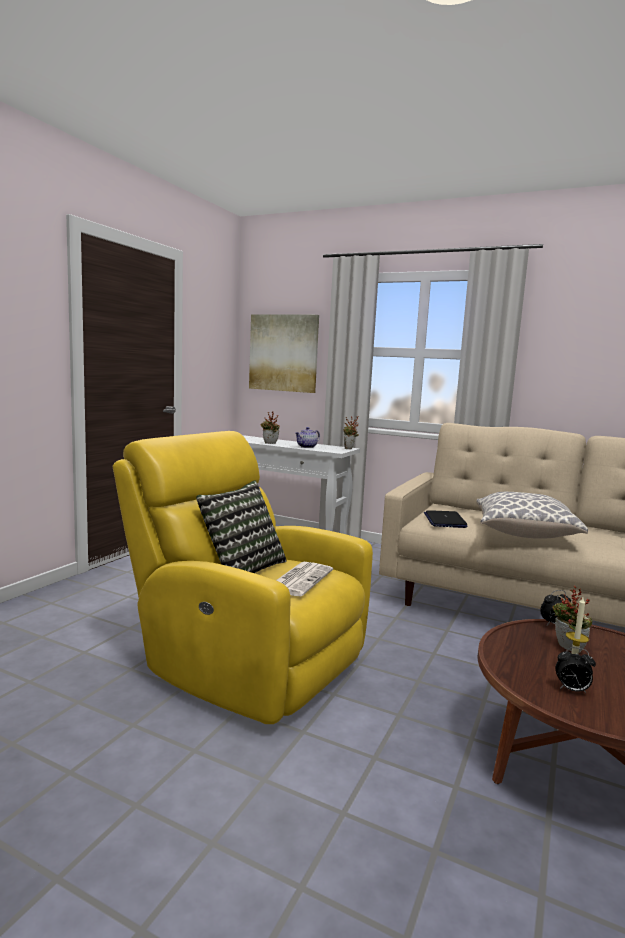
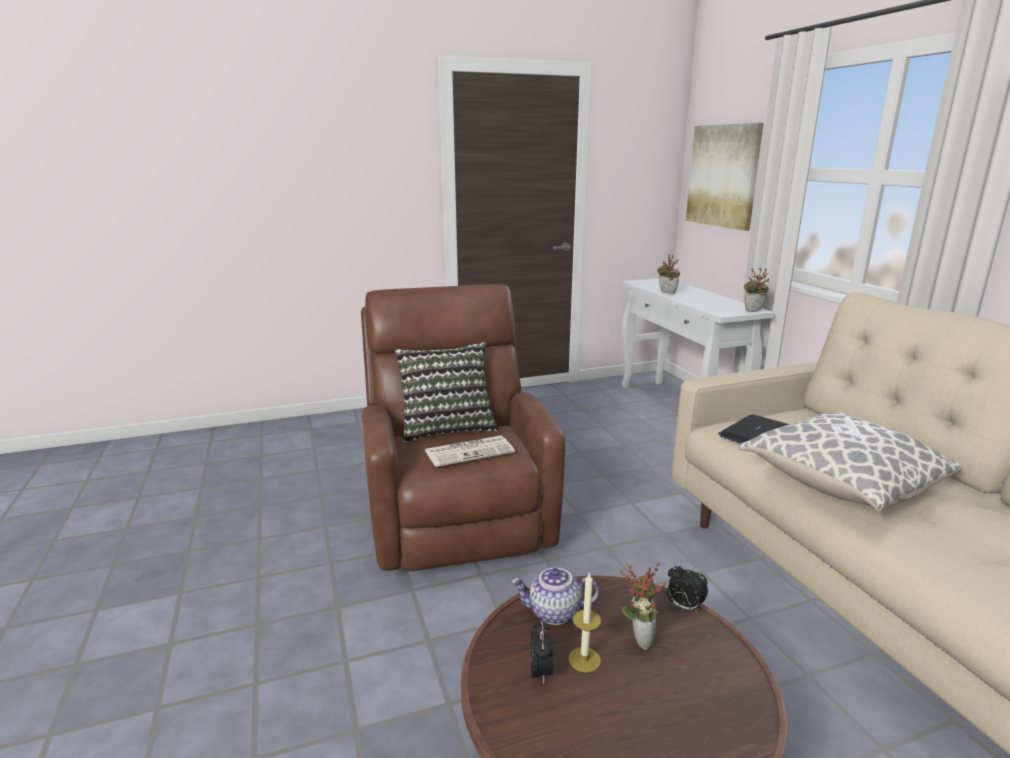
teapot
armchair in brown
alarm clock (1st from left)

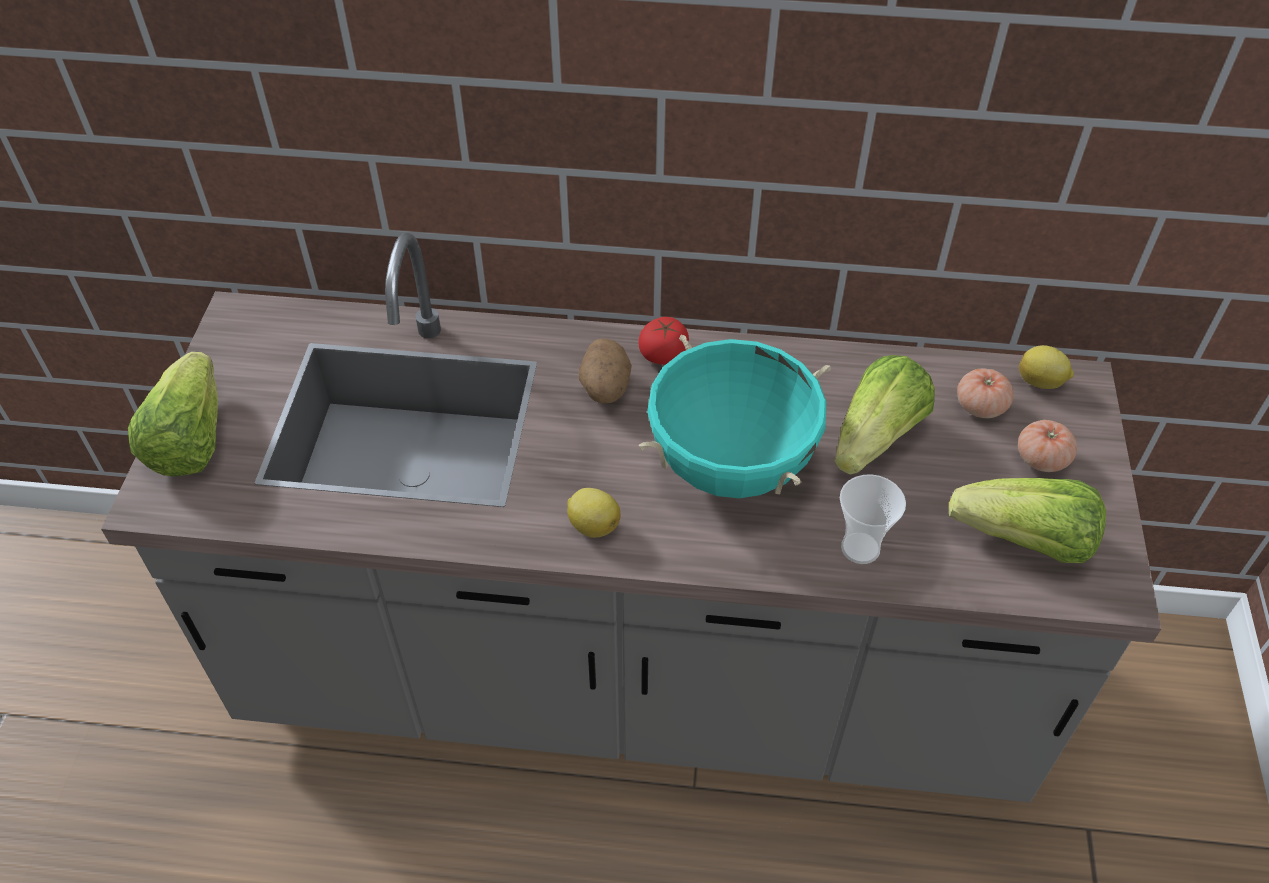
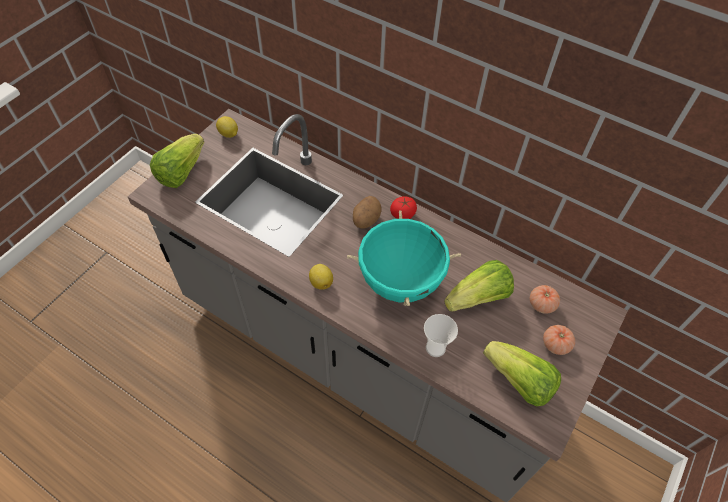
lemon (1st from left)

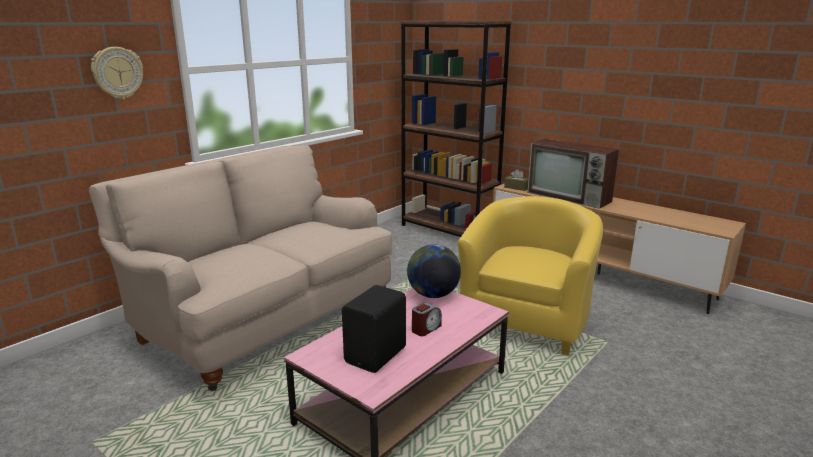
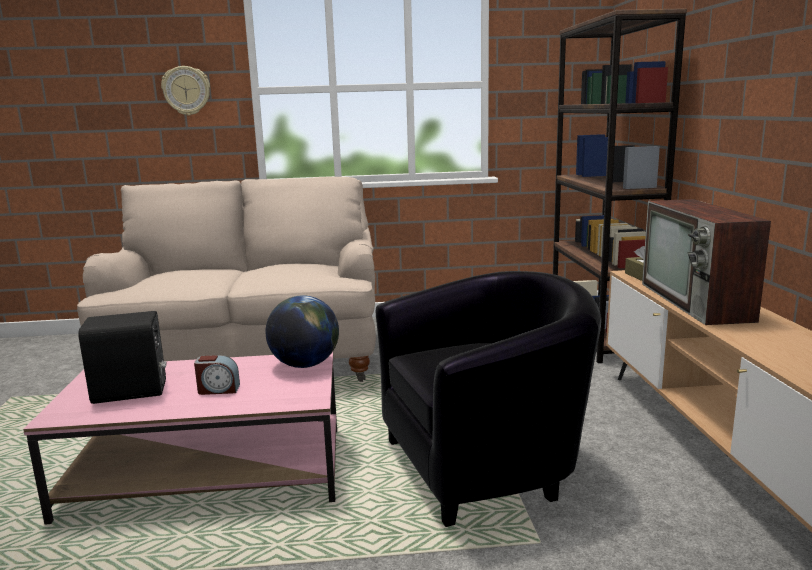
armchair in black

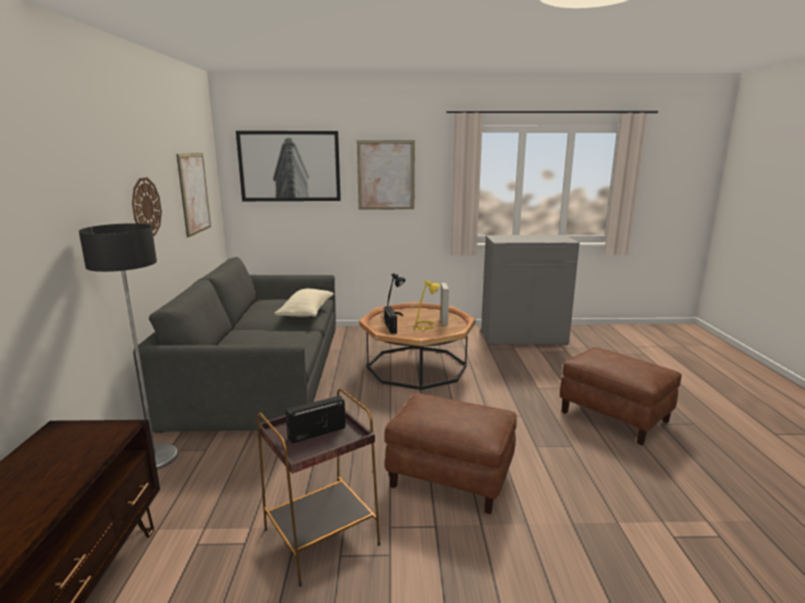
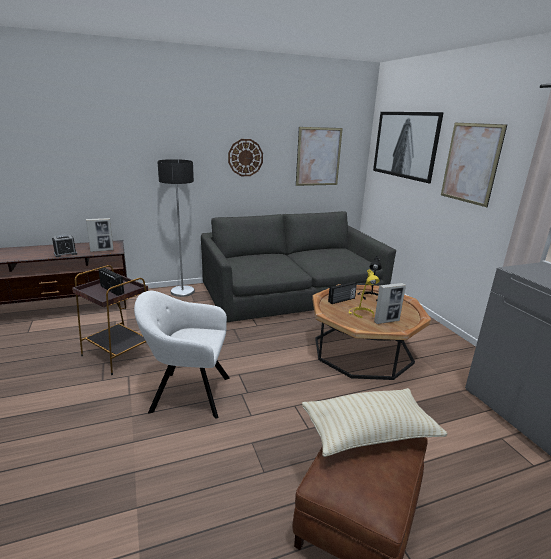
alarm clock
picture frame (1st from left)
pillow in beige
armchair in white

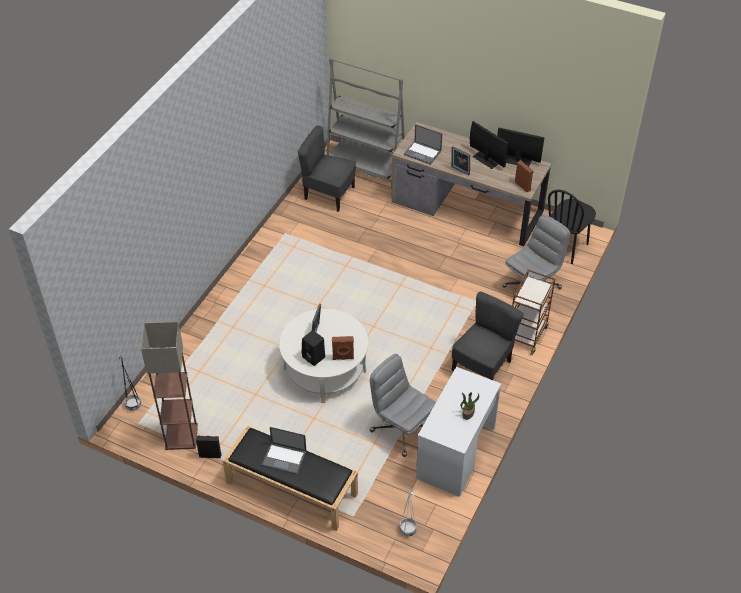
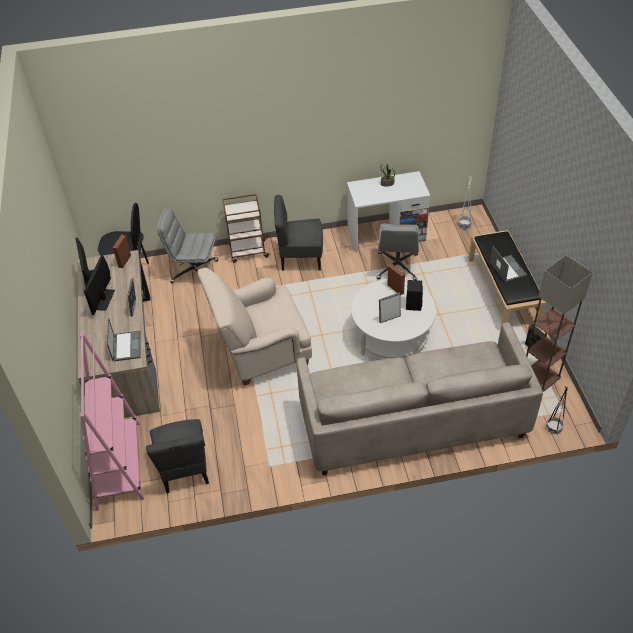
armchair in beige
sofa in beige
bookcase in pink

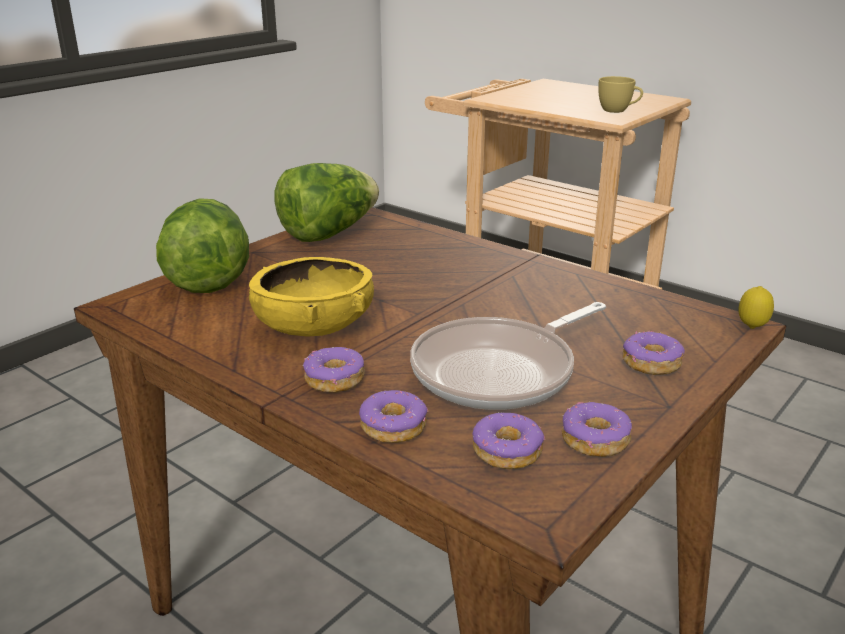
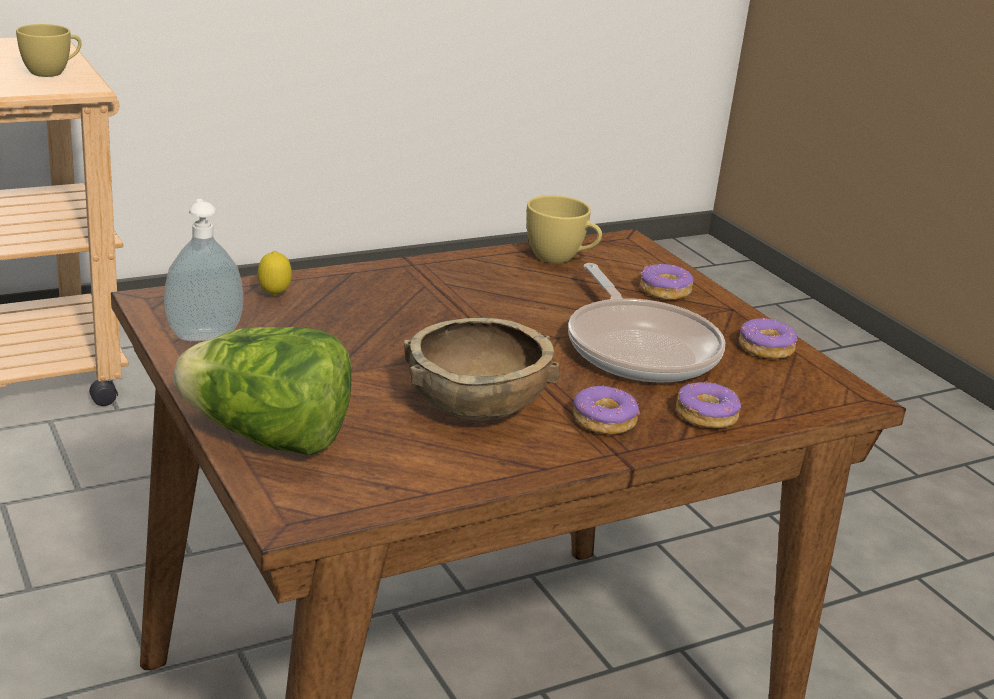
donut (3rd from left in the first image)
cup in yellow (2nd from left)
lemon
soap dispenser
bowl in brown

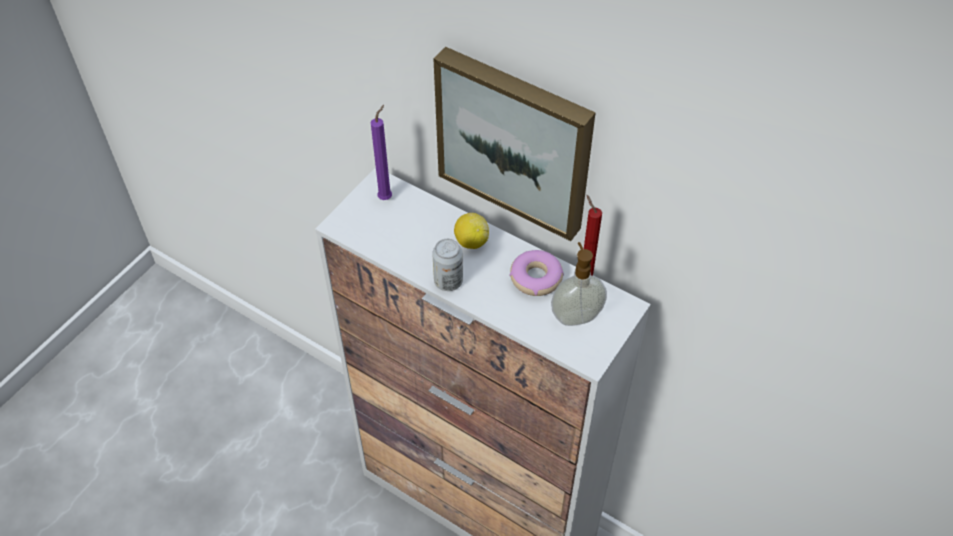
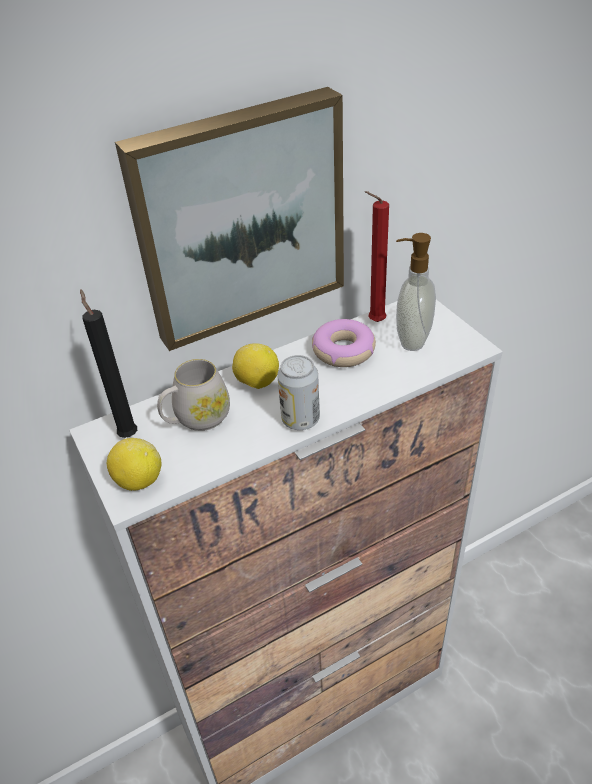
lemon (1st from left)
mug in white
candle in black

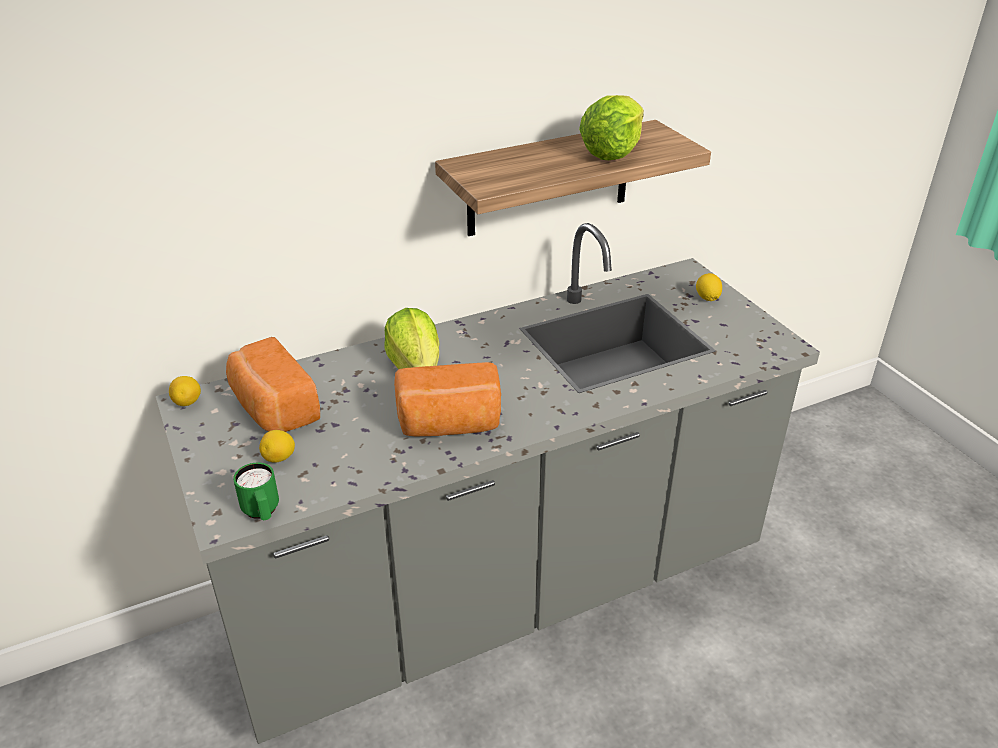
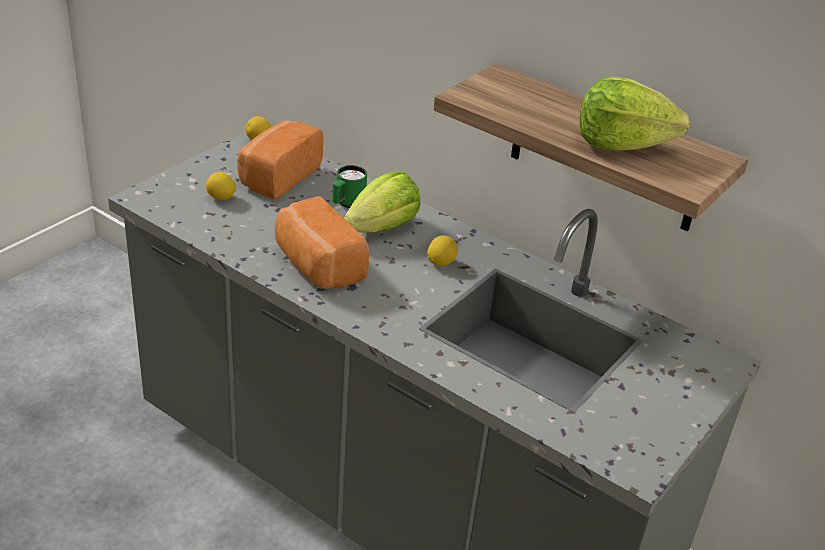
mug in green
lemon (3rd from left)

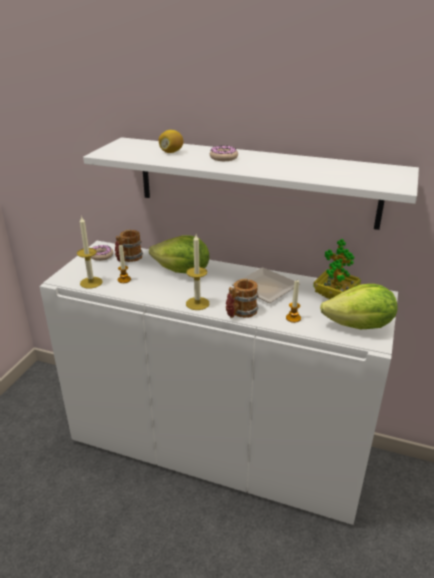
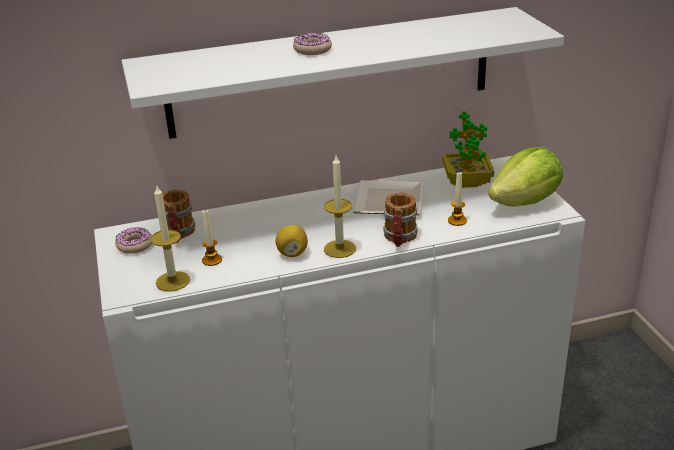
lettuce (1st from left in the first image)
lemon

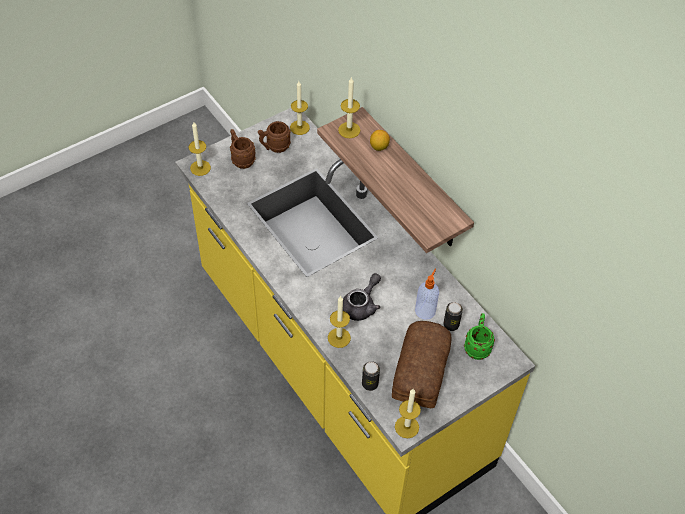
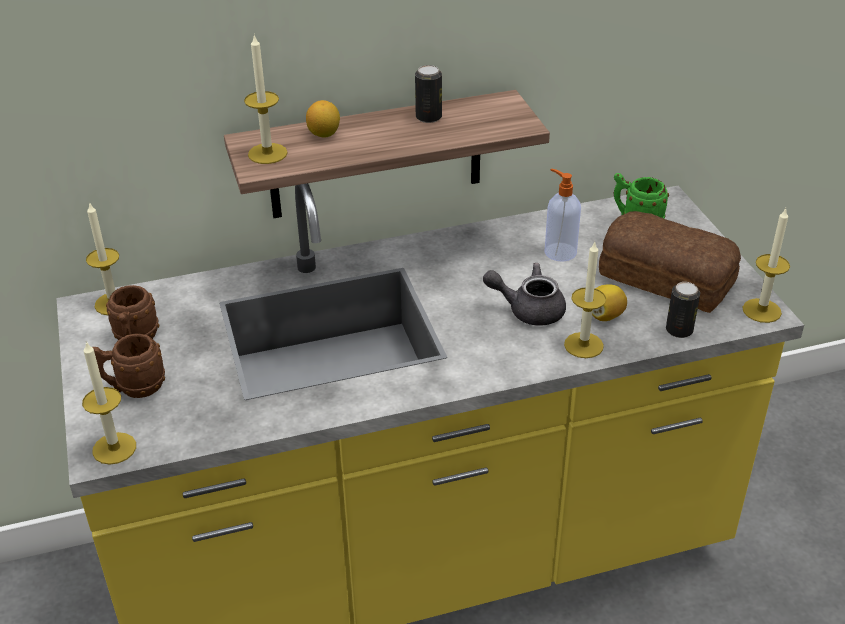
lemon (2nd from left)
can (1st from left)
teapot in grey

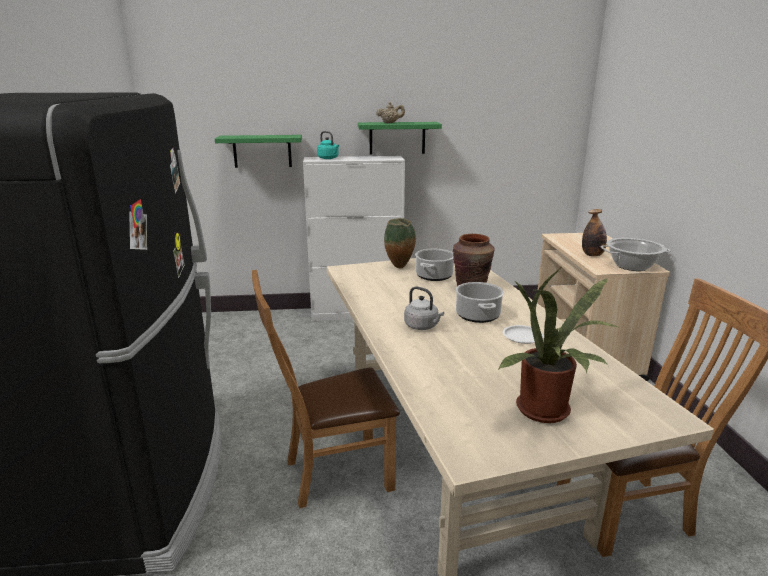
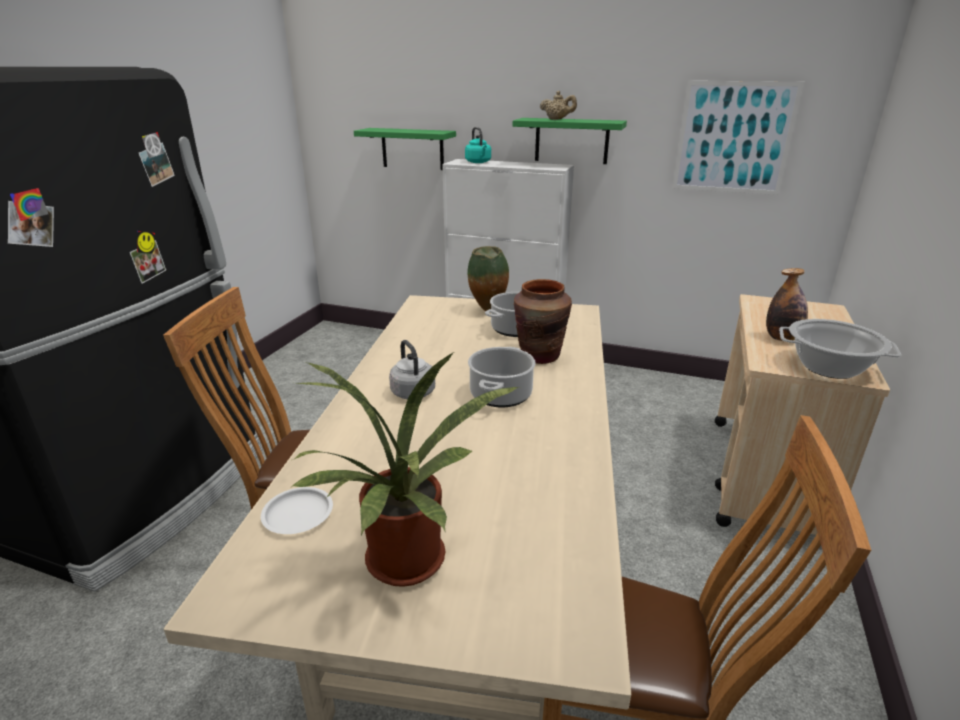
picture
plate in white

